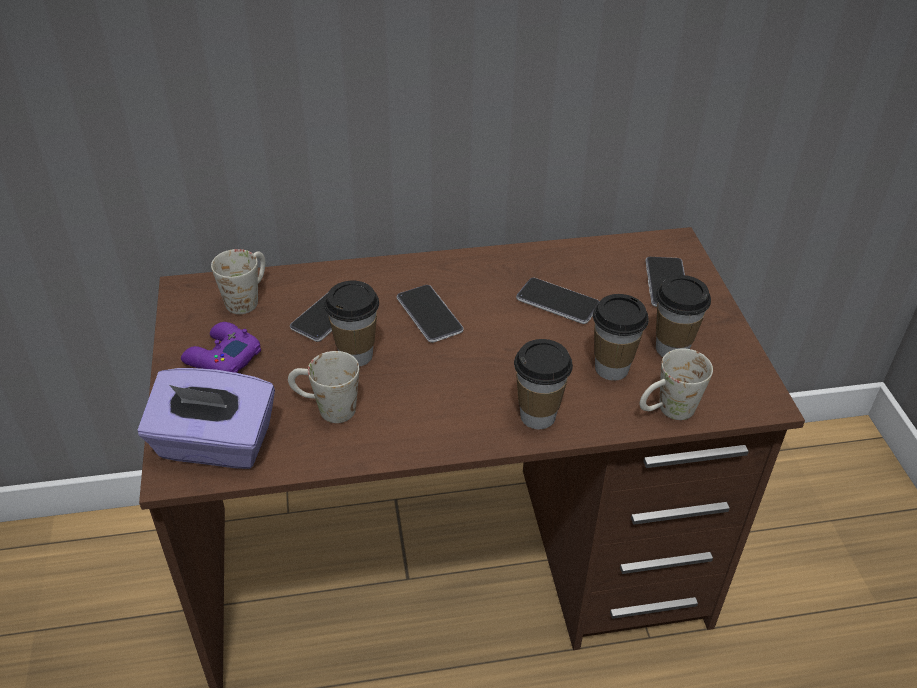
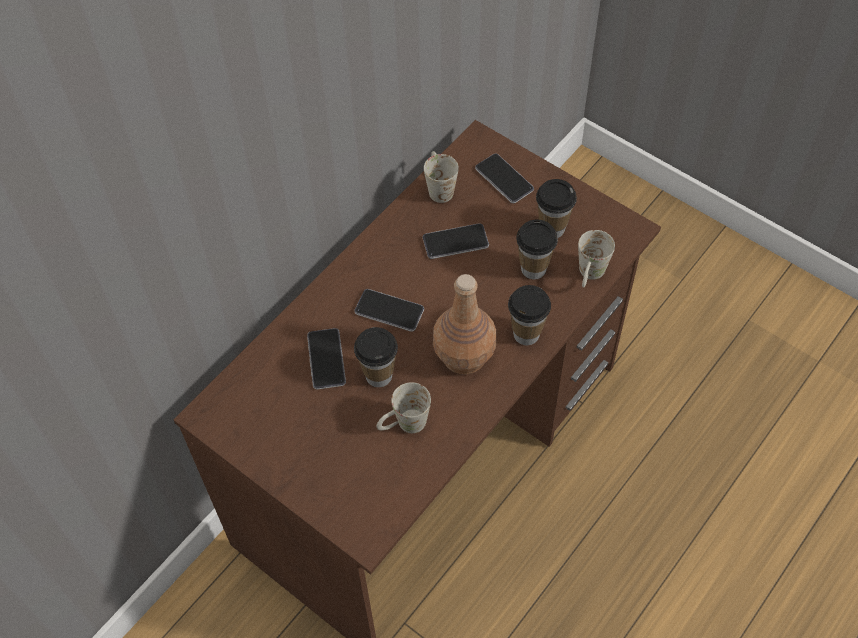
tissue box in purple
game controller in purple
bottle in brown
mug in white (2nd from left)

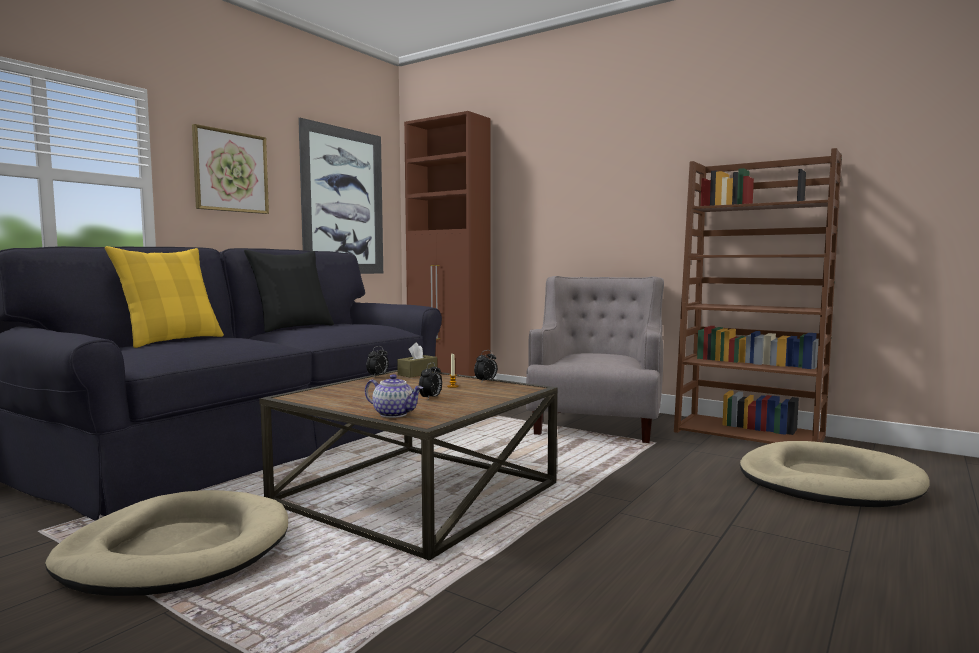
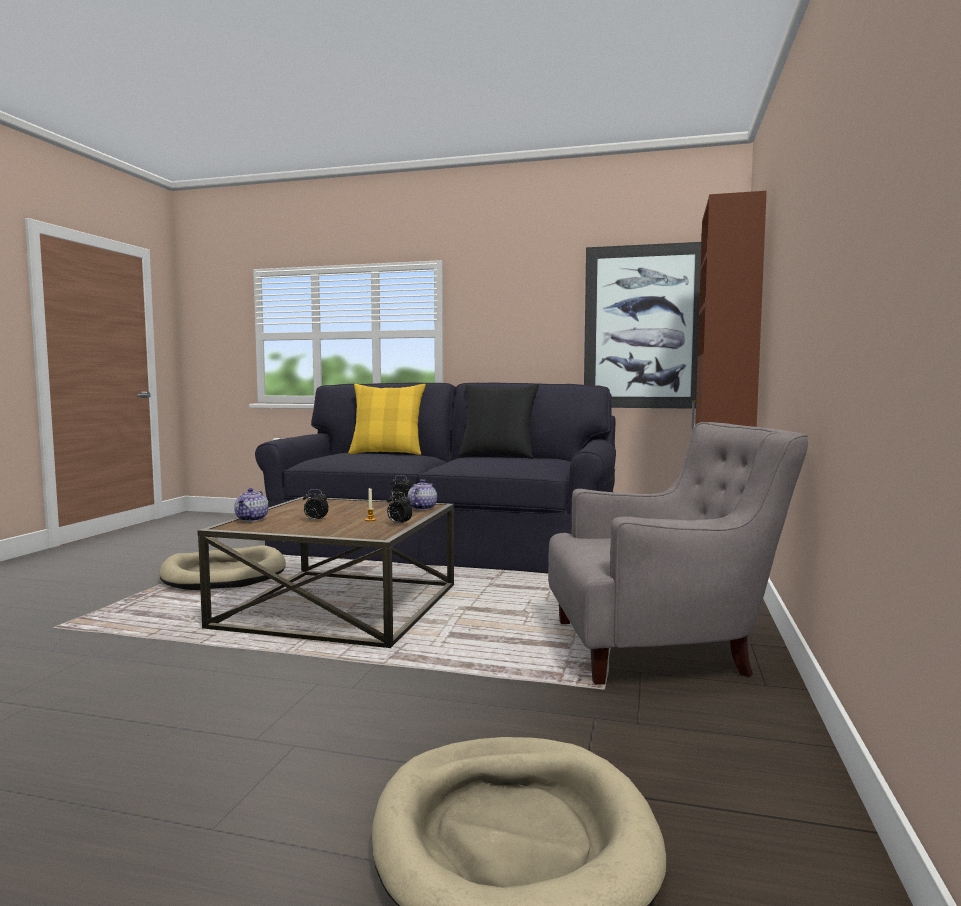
picture (1st from left in the first image)
bookcase in brown
teapot (2nd from left)

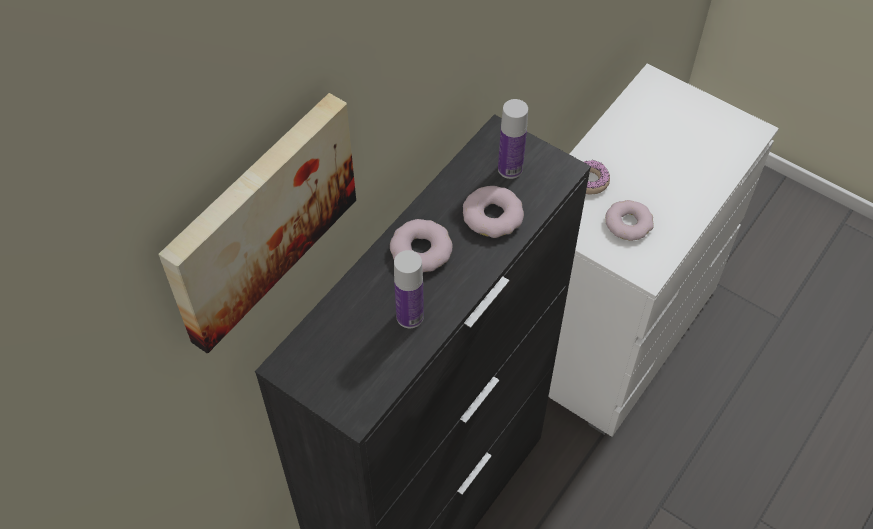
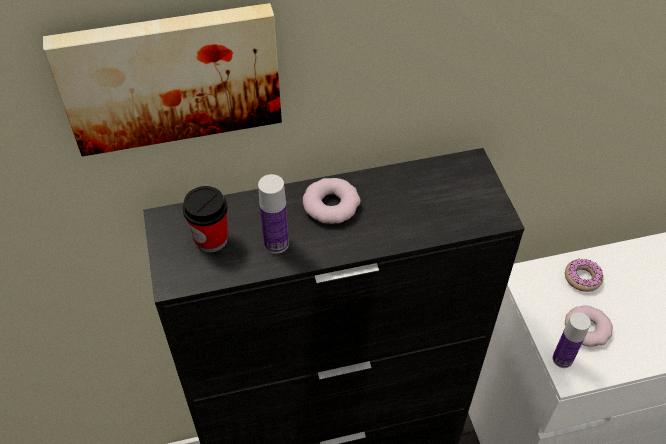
donut (2nd from left in the first image)
cup
bottle (2nd from left)

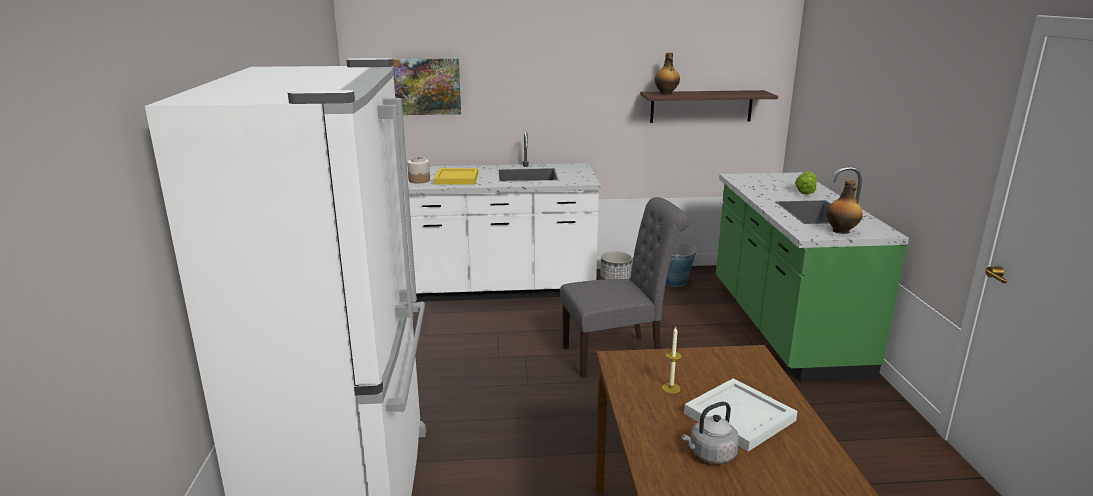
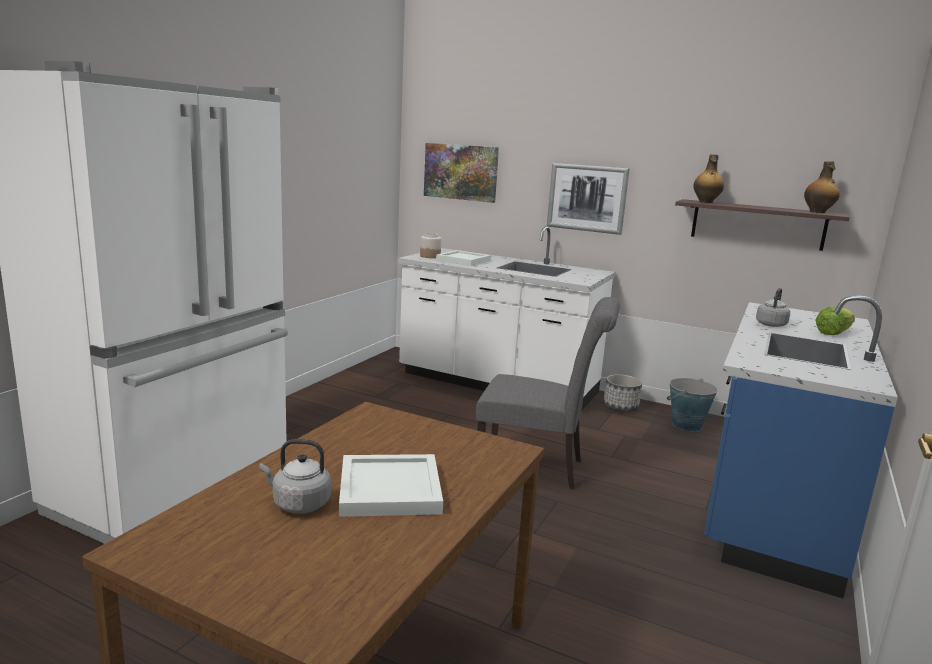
candle
picture (2nd from left)
kettle in grey (2nd from left)
bottle (2nd from left)
tray in white (2nd from left)
counter in blue

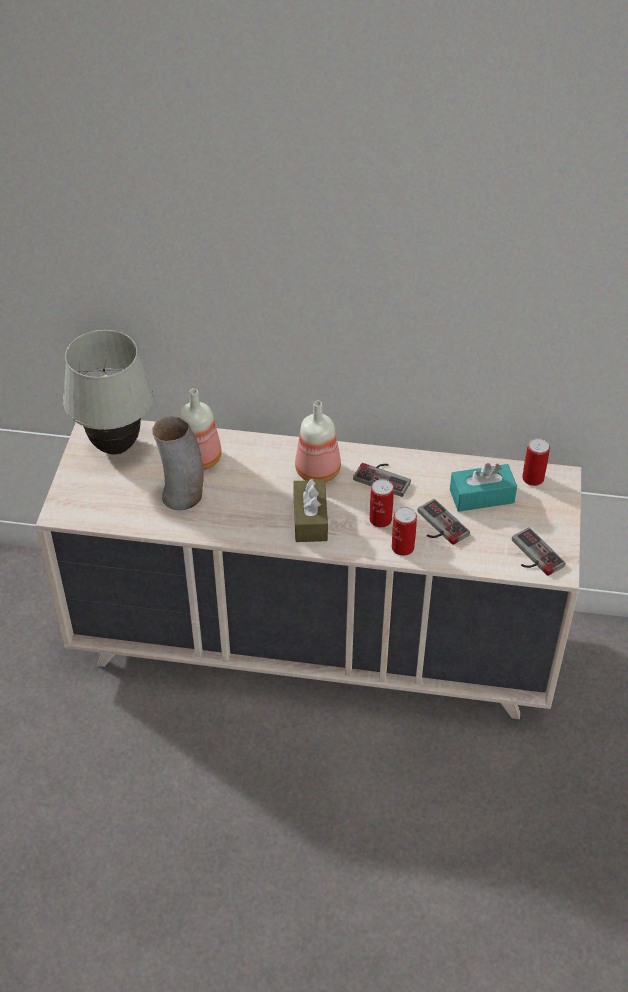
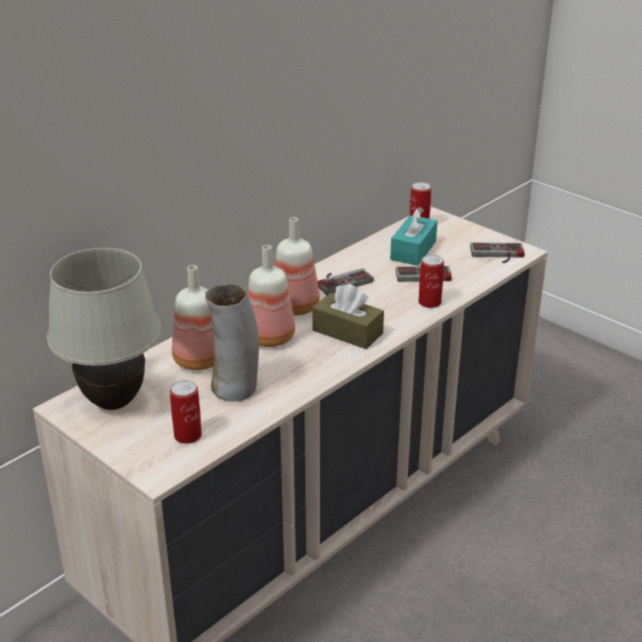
bottle (2nd from left)
can (1st from left)

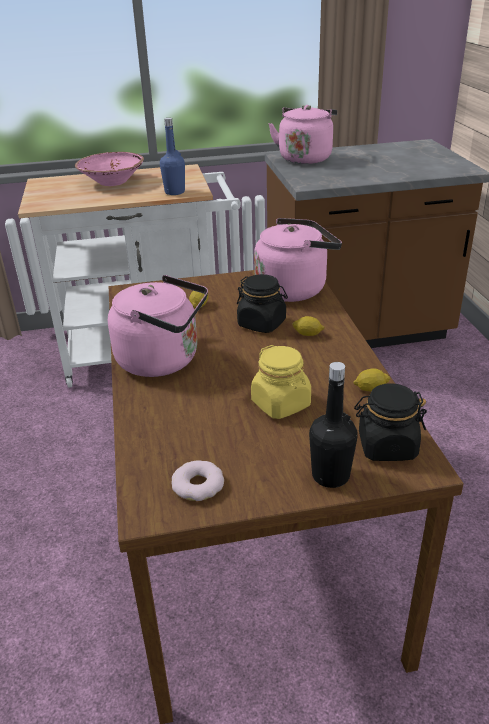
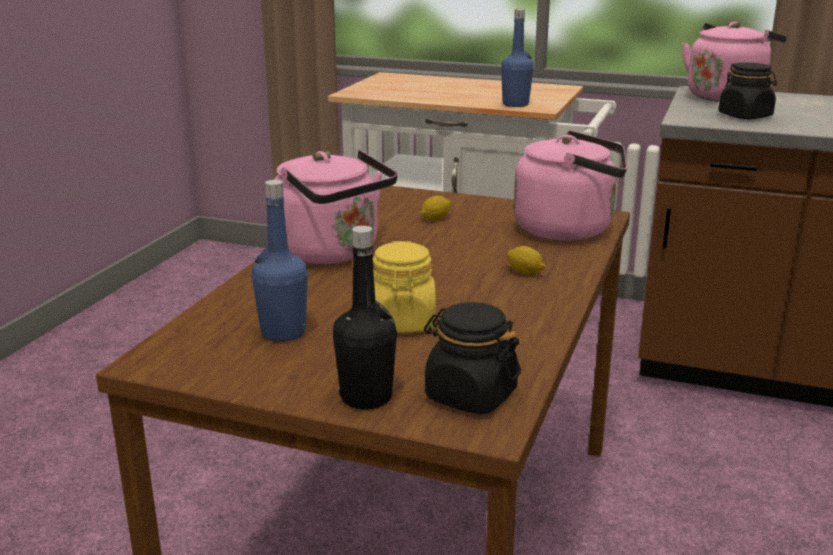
bowl in pink
donut
lemon (3rd from left in the first image)
bottle in blue (1st from left)
jar in black (2nd from left)

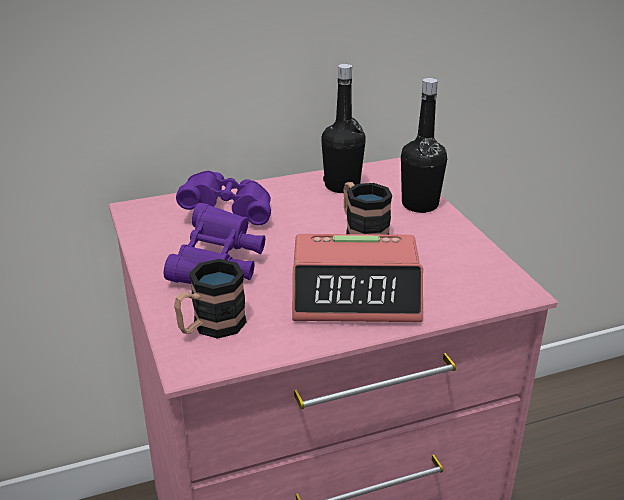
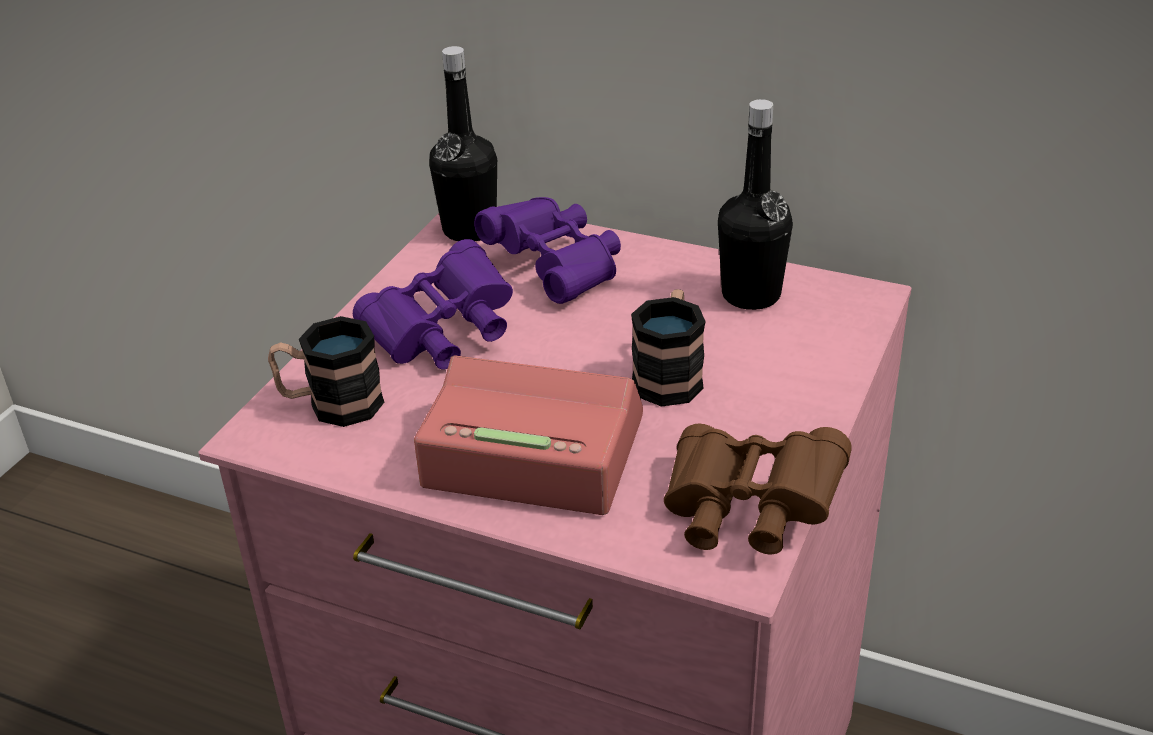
binoculars in brown
bottle in black (1st from left)
alarm clock

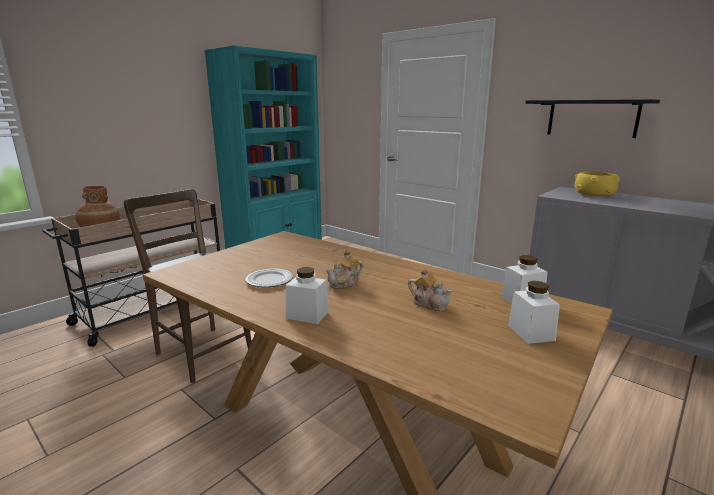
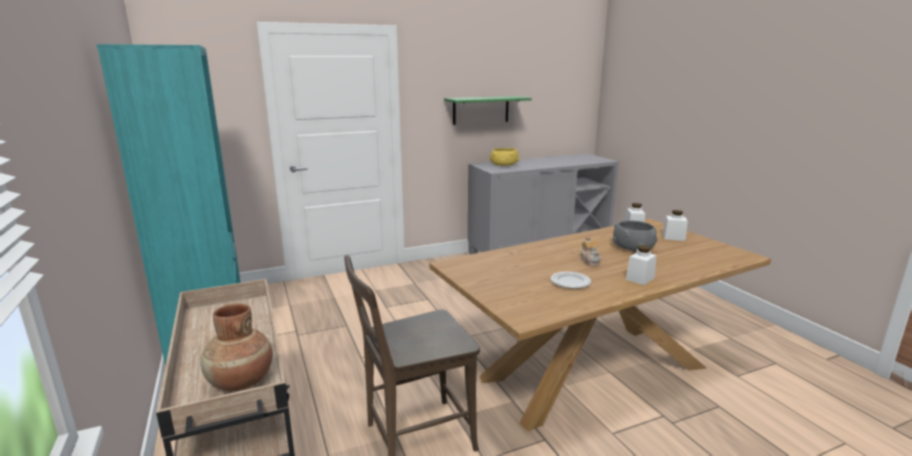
bowl in grey
shelf in green

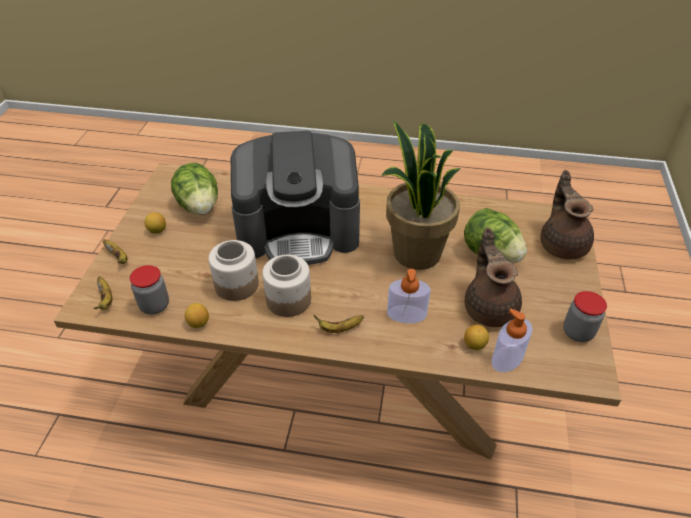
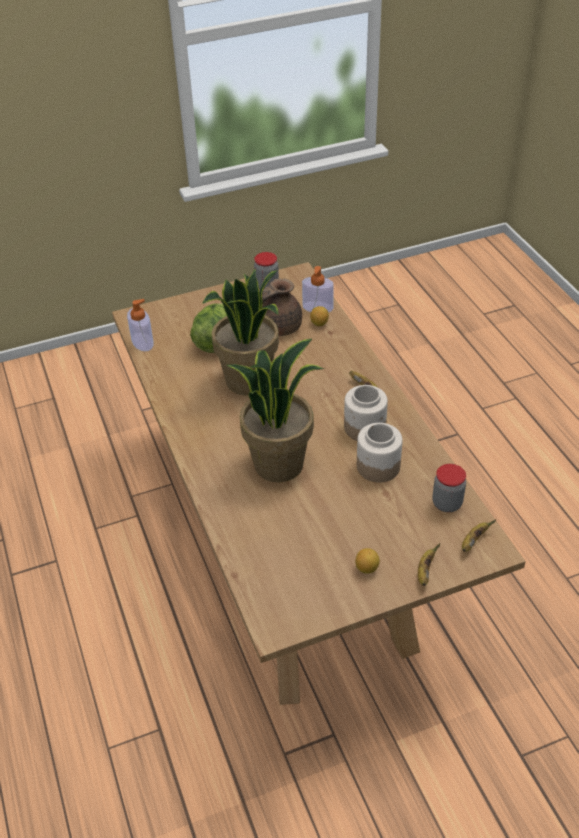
lettuce (1st from left in the first image)
lemon (2nd from left in the first image)
teapot in brown (2nd from left in the first image)
soap dispenser (1st from left)
potted plant (2nd from left)

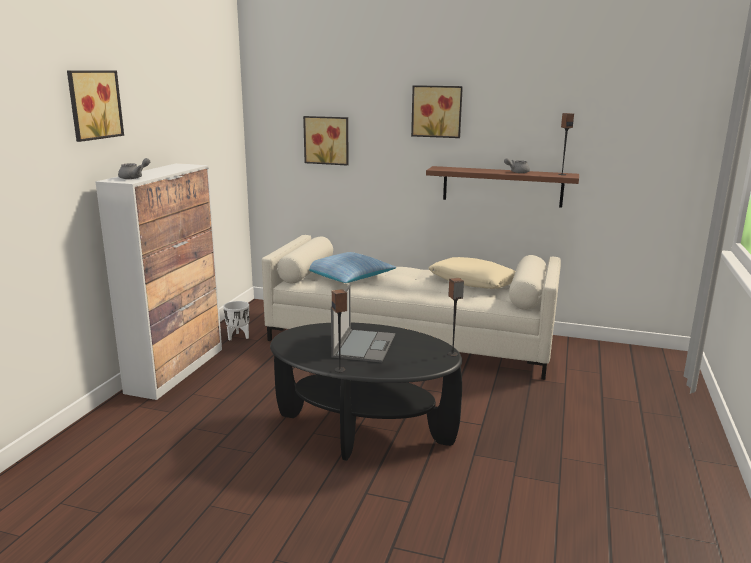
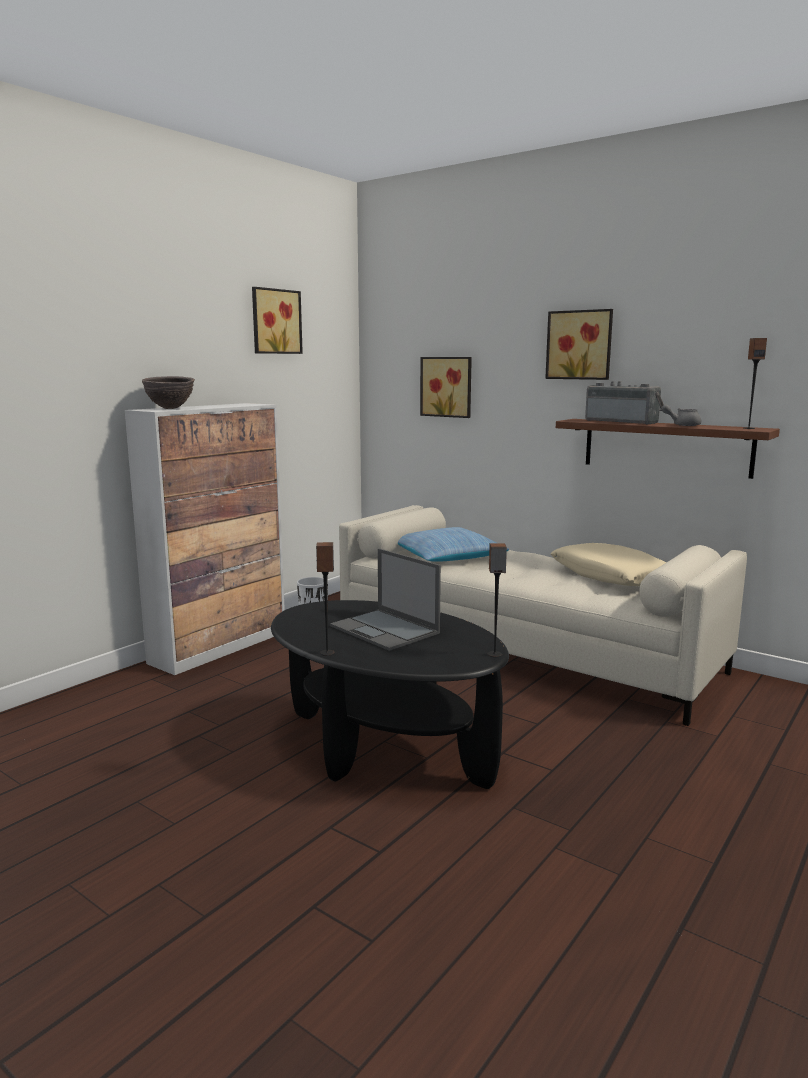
radio
picture (1st from left)
bowl in brown
laptop

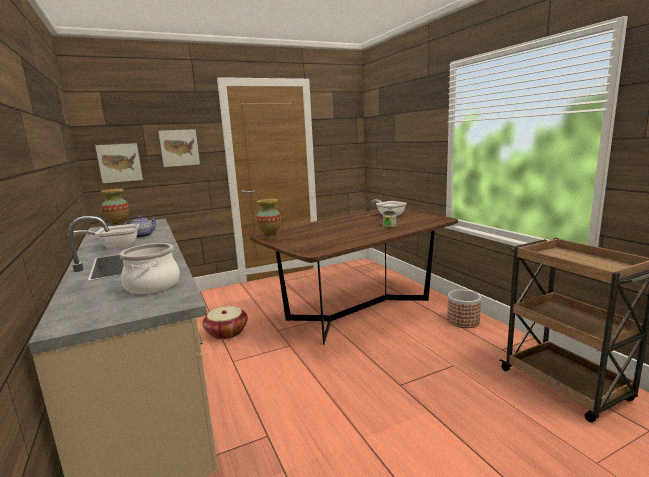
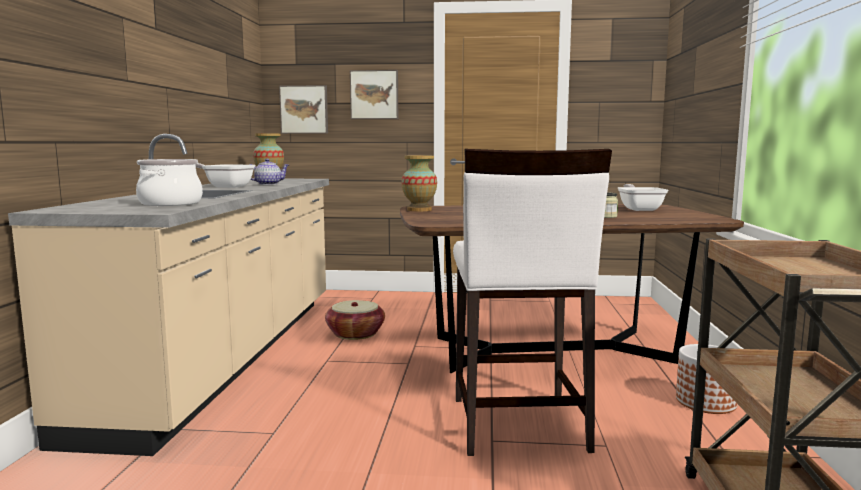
stool in white

